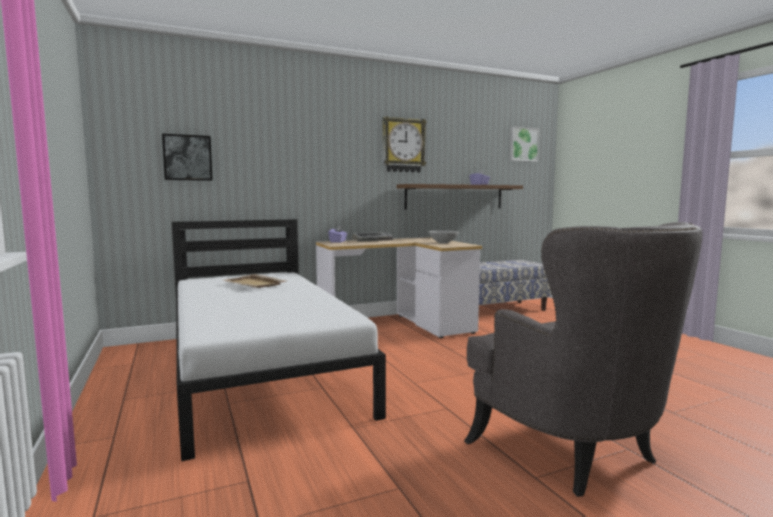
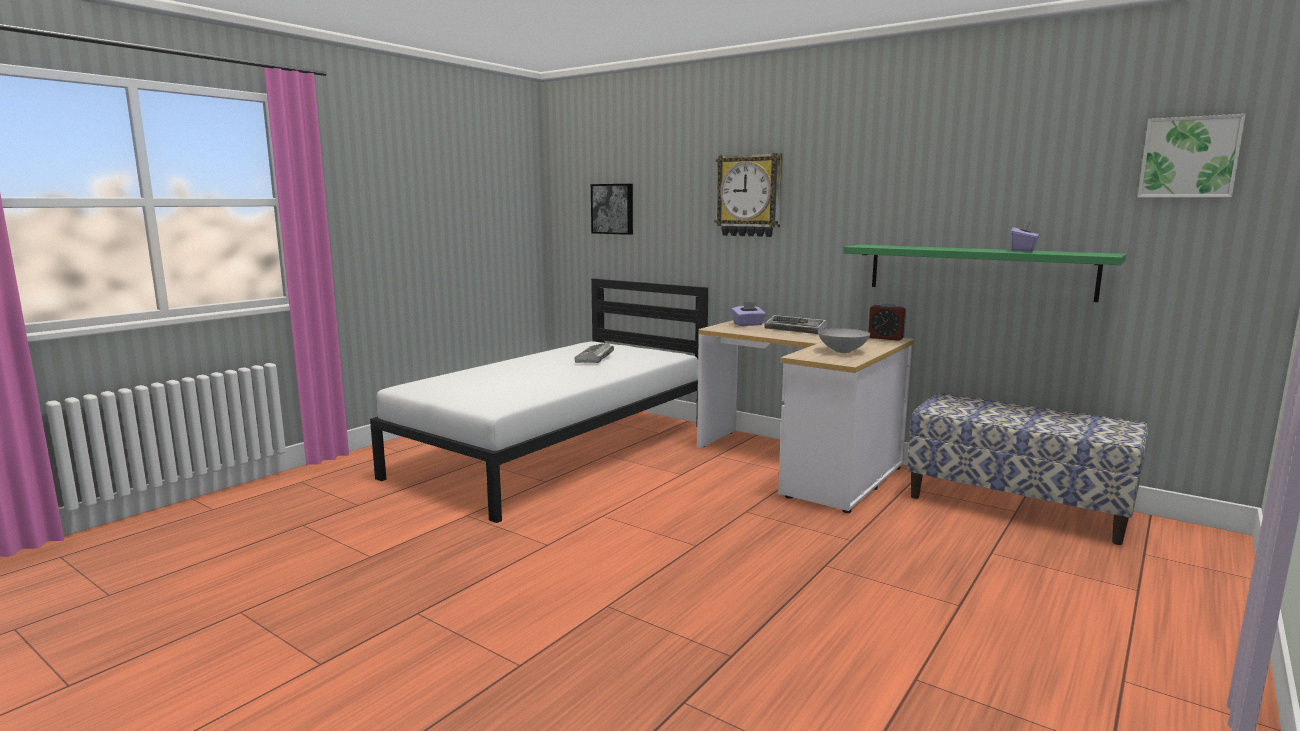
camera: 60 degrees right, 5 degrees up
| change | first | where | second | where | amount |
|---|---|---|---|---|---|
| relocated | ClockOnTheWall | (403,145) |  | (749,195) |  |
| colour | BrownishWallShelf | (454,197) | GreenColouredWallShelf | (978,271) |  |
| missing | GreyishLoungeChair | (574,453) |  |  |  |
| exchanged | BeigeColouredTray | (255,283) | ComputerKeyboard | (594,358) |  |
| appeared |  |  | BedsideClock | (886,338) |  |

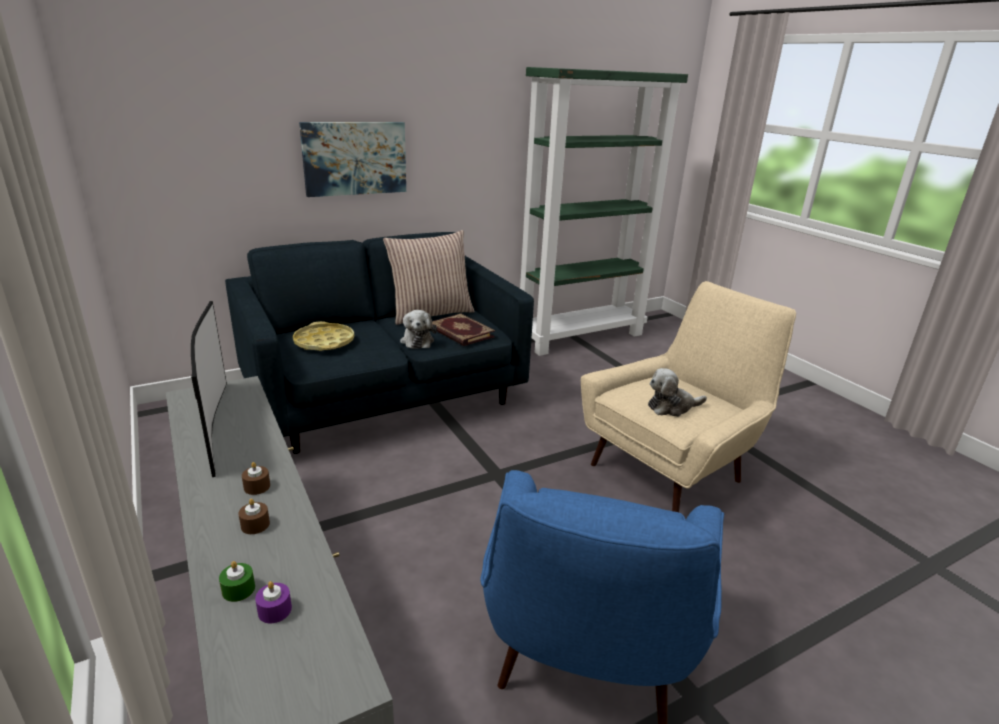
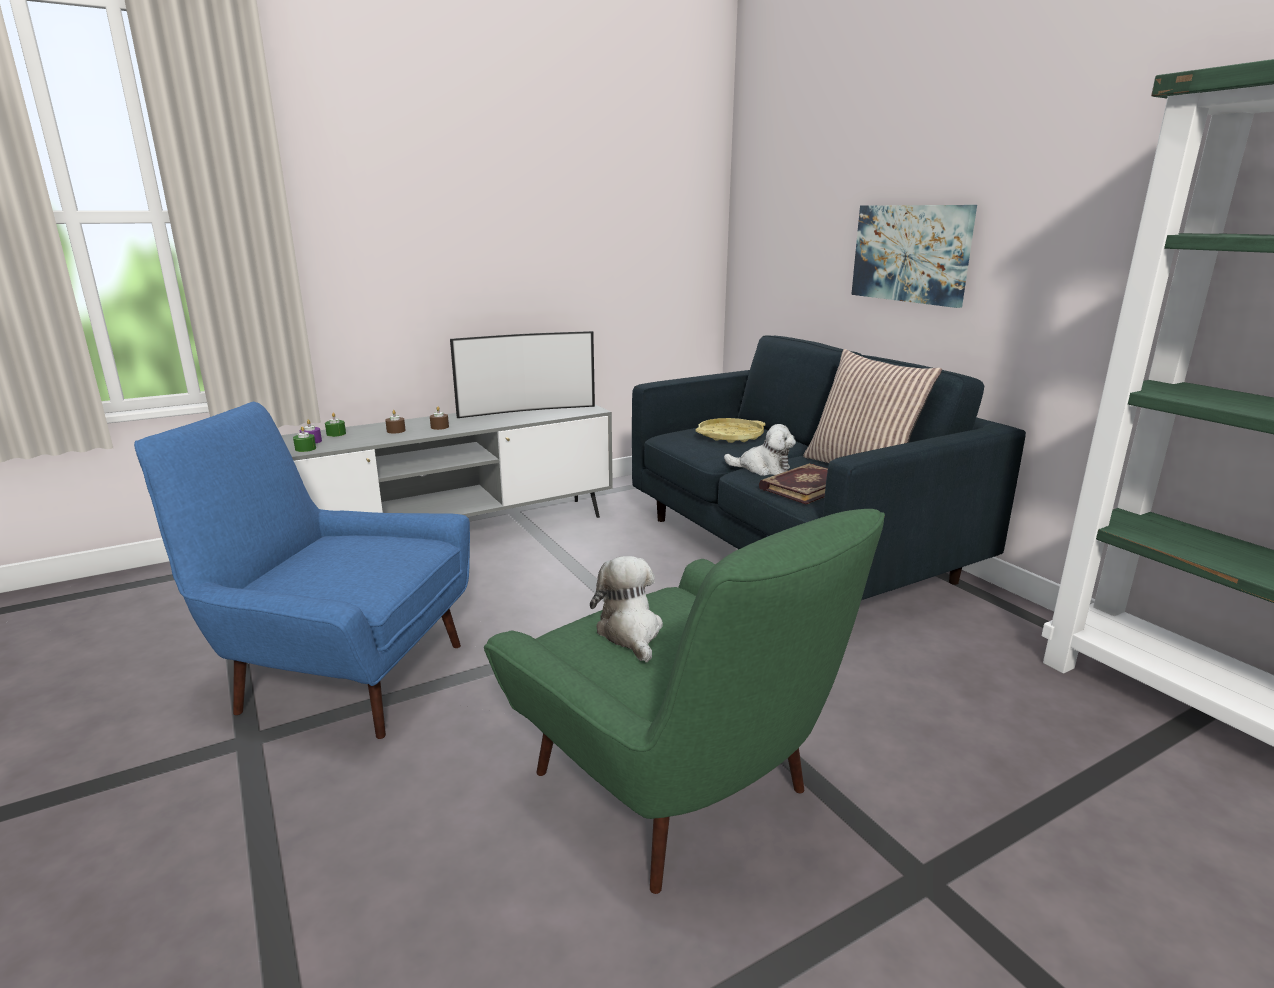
camera: 90 degrees right, 5 degrees down
| change | first | where | second | where | amount |
|---|---|---|---|---|---|
| colour | BeigeColouredLoungeChair | (671,469) | GreenColouredLoungeChair | (680,792) |  |
| spun | CuddlyToy | (417,340) |  | (763,468) | 150 degrees counterclockwise |
| appeared |  |  | GreenColouredWaxLight | (305,449) |  |

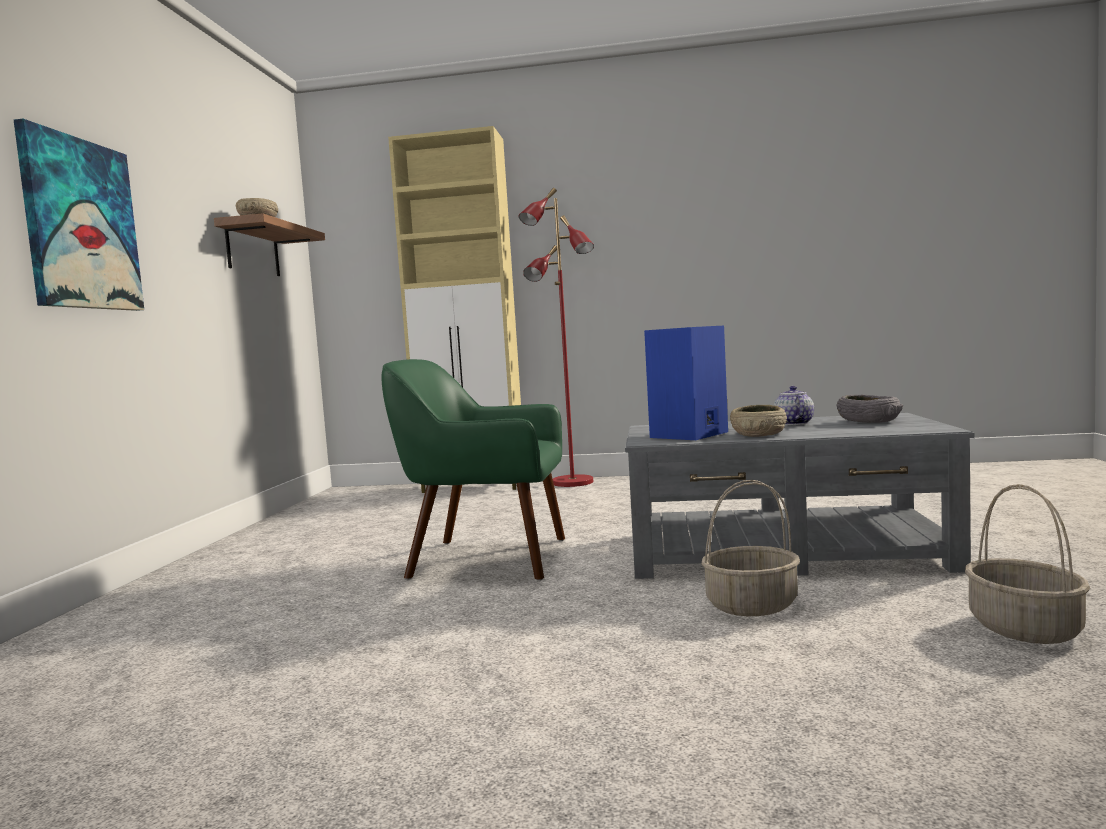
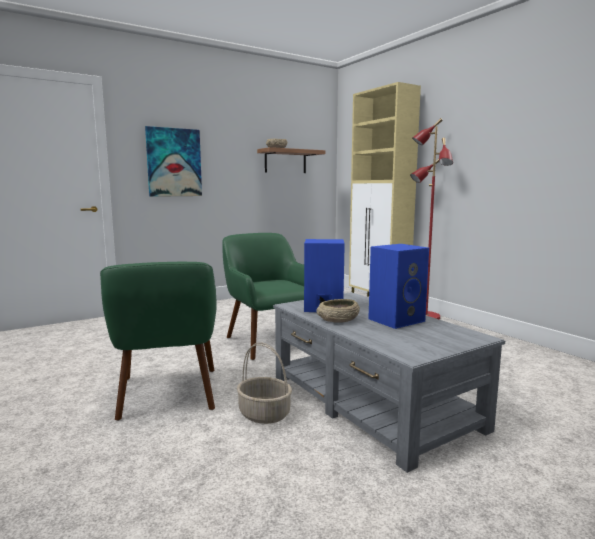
camera: 50 degrees right, 5 degrees up
| change | first | where | second | where | amount |
|---|---|---|---|---|---|
| exchanged | PotForTea | (793,423) | BlueColouredAudioSpeaker | (396,319) |  |
| missing | GreyishDeepDish | (869,421) |  |  |  |
| missing | StorageBasket | (1022,628) |  |  |  |
| appeared |  |  | GreenColouredLoungeChair | (168,394) |  |

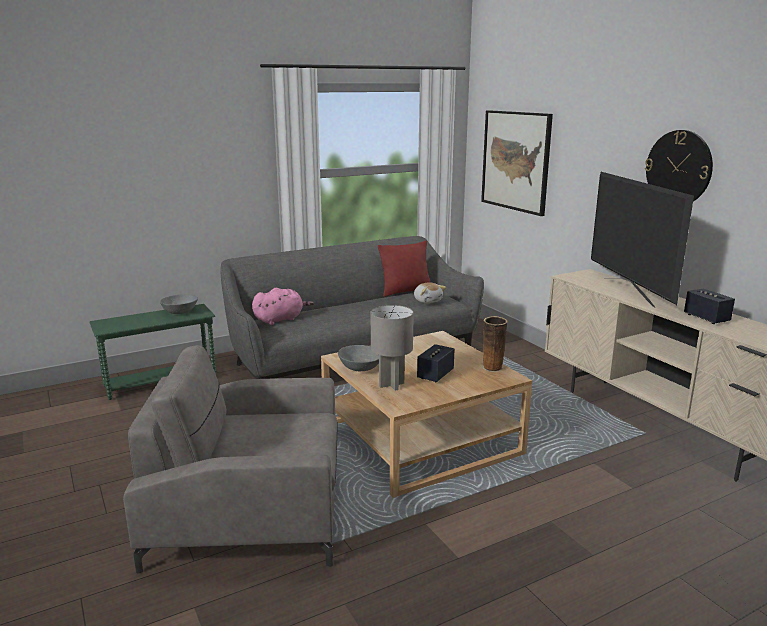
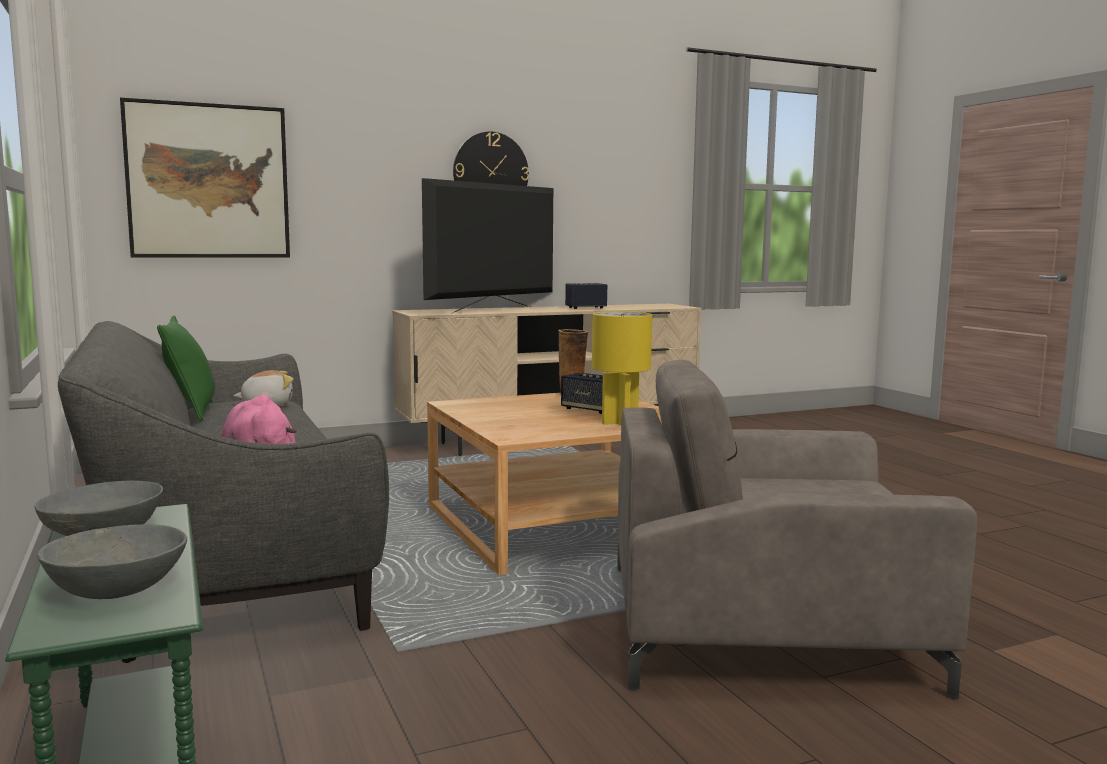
camera: 85 degrees left, 10 degrees down
| change | first | where | second | where | amount |
|---|---|---|---|---|---|
| spun | TvSet | (628,292) |  | (494,310) | 135 degrees clockwise |
| colour | ReddishPillow | (405,291) | GreenColouredPillow | (191,412) |  |
| colour | GreyishLampForATable | (391,385) | YellowColouredLampForATable | (620,423) |  |
| spun | GreyishLoungeChair | (249,510) |  | (763,624) | 90 degrees clockwise |
| relocated | GreyishDeepDish | (360,368) |  | (118,590) |  |

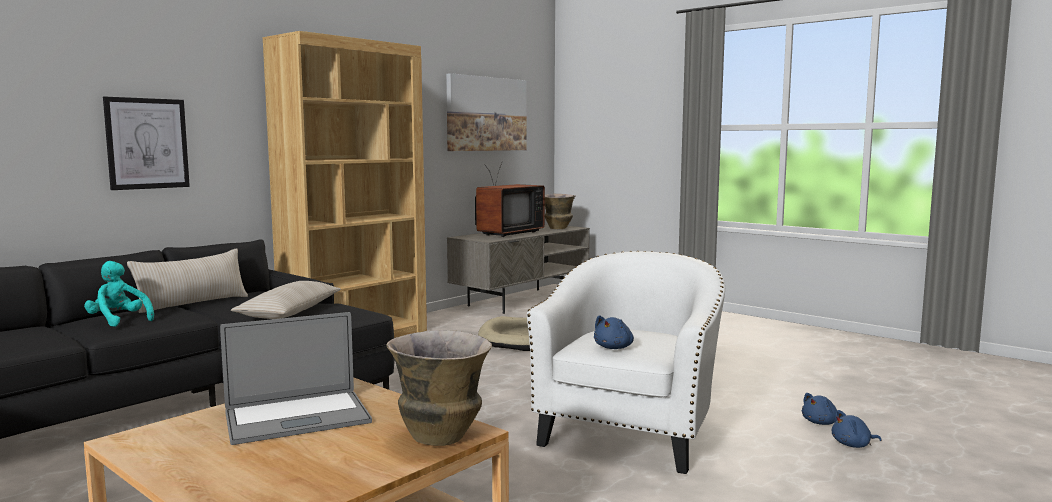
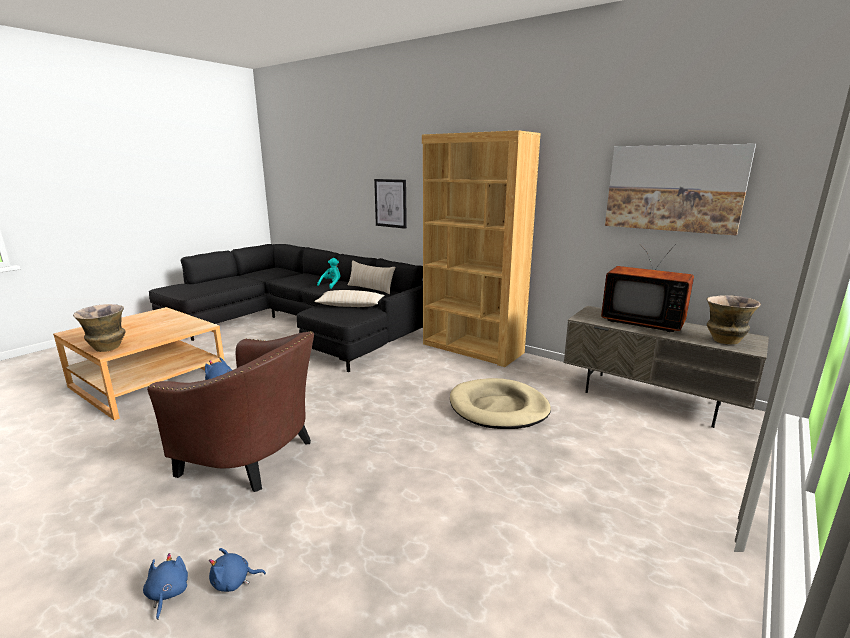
camera: 85 degrees right, 10 degrees up
| change | first | where | second | where | amount |
|---|---|---|---|---|---|
| colour | WhitishLoungeChair | (631,434) | BrownishLoungeChair | (255,457) |  |
| missing | Laptop | (297,418) |  |  |  |
| spun | BlueColouredCuddlyToy | (821,422) |  | (234,582) | 60 degrees counterclockwise |

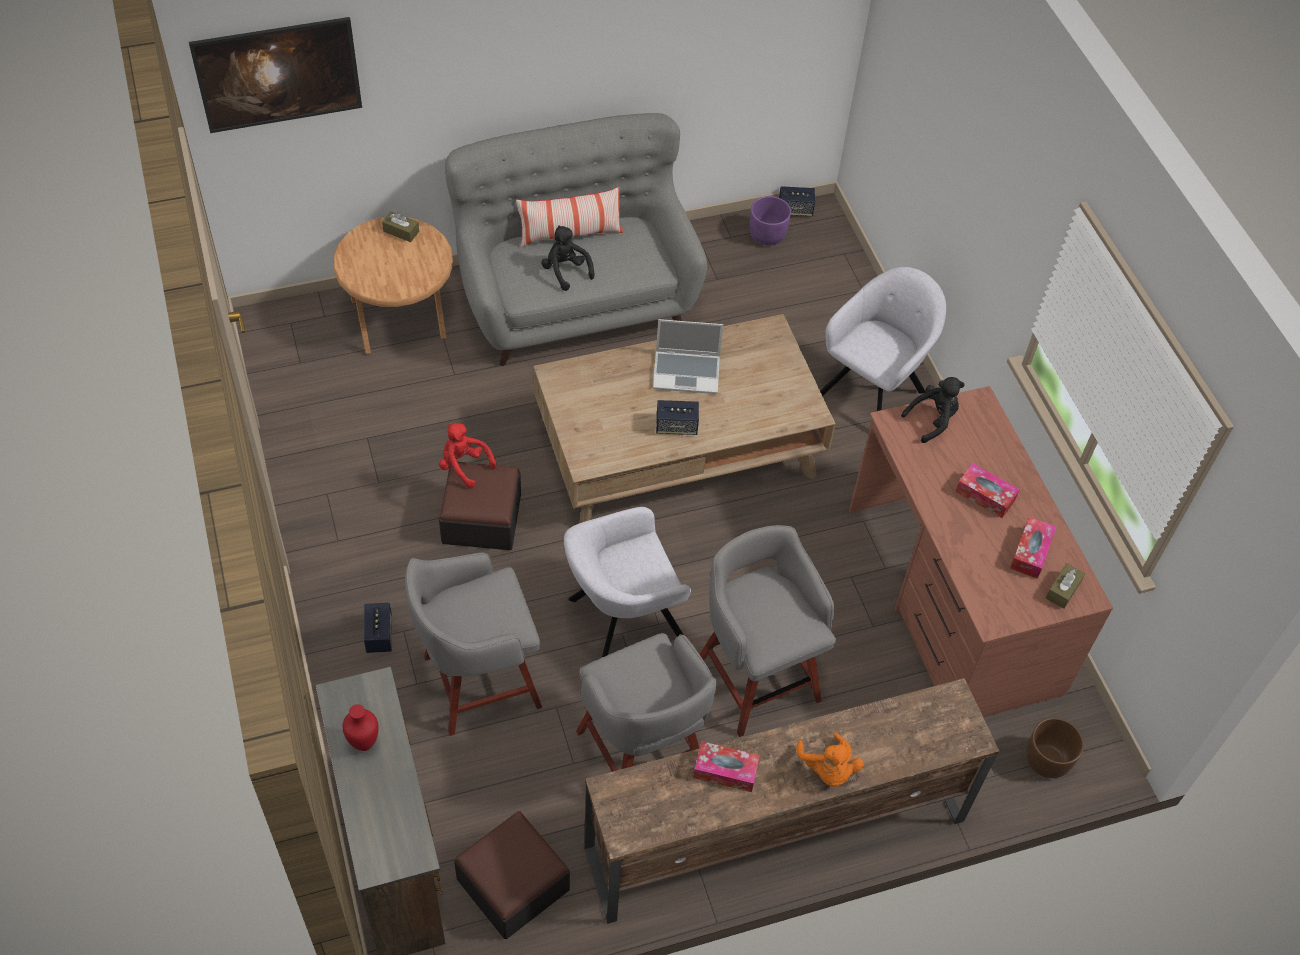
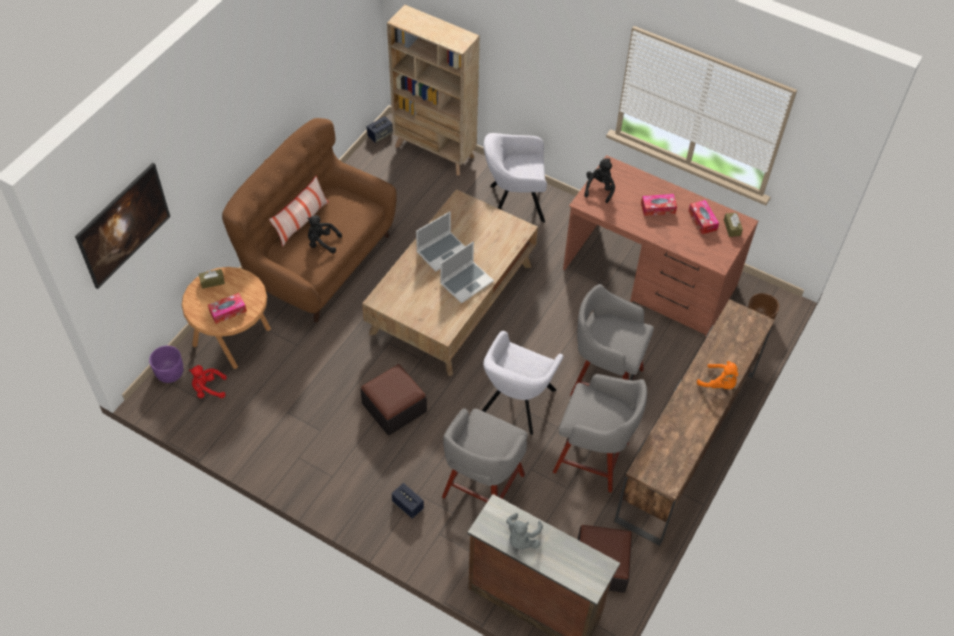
camera: 40 degrees left, 0 degrees up
| change | first | where | second | where | amount |
|---|---|---|---|---|---|
| colour | GreyishSettee | (576,300) | BrownishSettee | (318,259) |  |
| relocated | PurpleColouredFlowerPot | (767,235) |  | (170,373) |  |
| spun | GreyishLoungeChair | (873,391) |  | (514,203) | 90 degrees counterclockwise |
| exchanged | AudioSpeaker | (676,426) | Laptop | (466,282) |  |
| relocated | ReddishCuddlyToy | (464,466) |  | (208,389) |  |
| exchanged | ReddishFlowerVase | (363,743) | GreyishCuddlyToy | (522,539) |  |
| relocated | TissueHolder | (725,771) |  | (228,311) |  |
| appeared |  |  | BeigeColouredBookshelf | (435,152) |  |

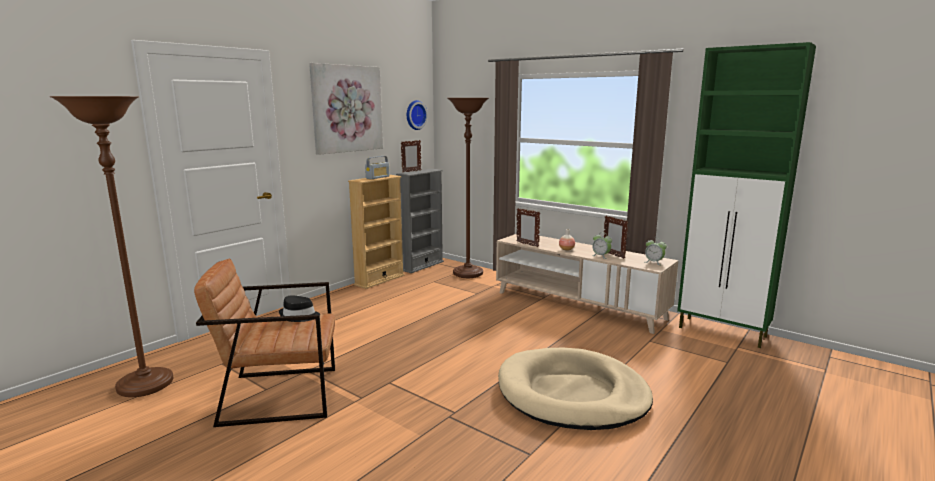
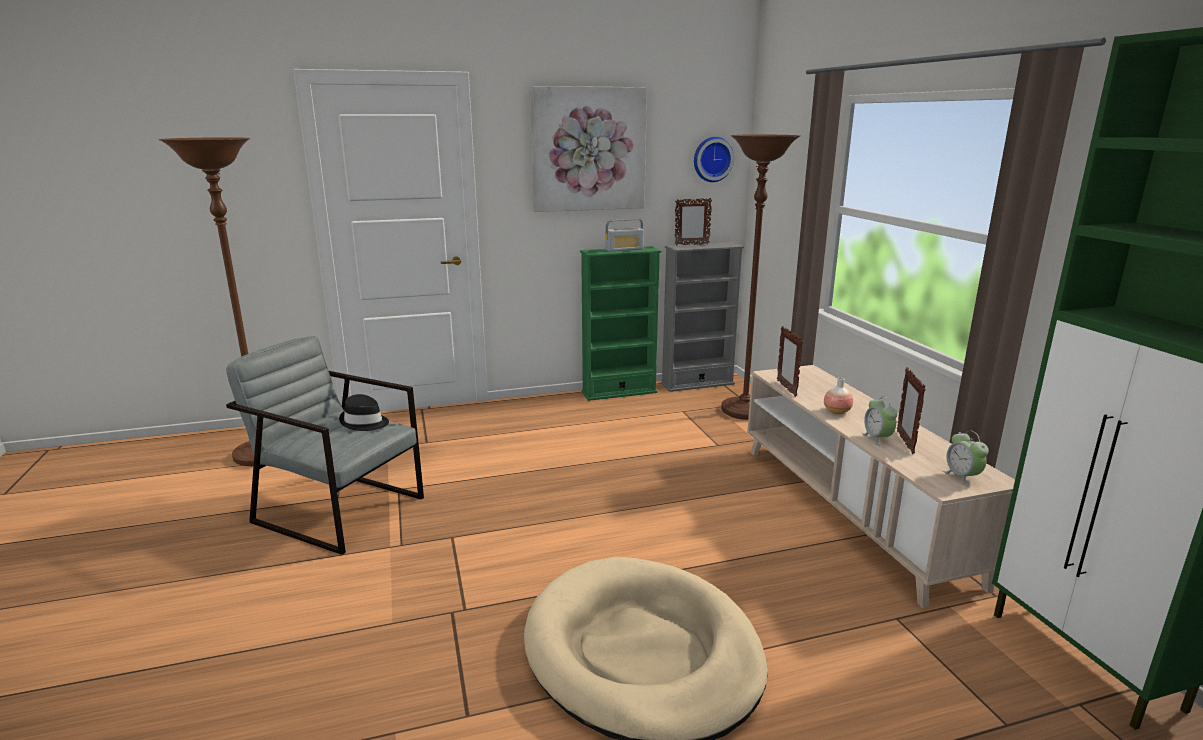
camera: 35 degrees right, 5 degrees up
| change | first | where | second | where | amount |
|---|---|---|---|---|---|
| colour | BeigeColouredBookshelf | (379,280) | GreenColouredBookshelf | (619,392) |  |
| colour | BrownishLoungeChair | (280,395) | GreyishLoungeChair | (340,509) |  |

